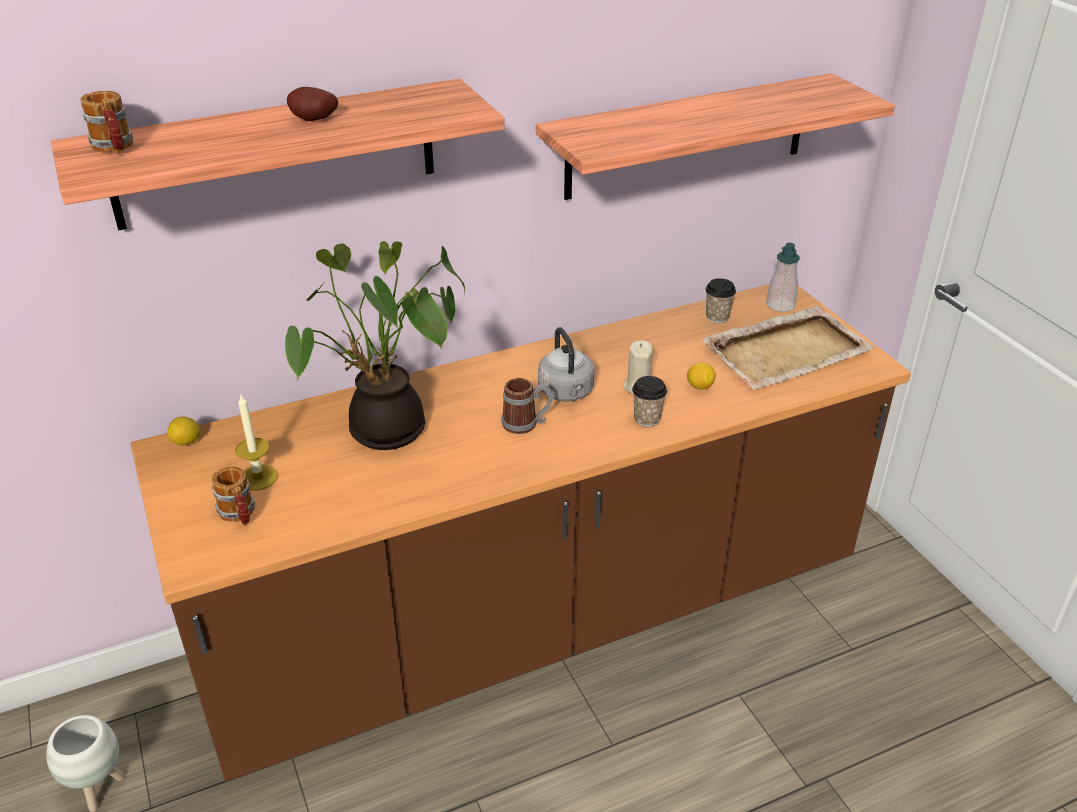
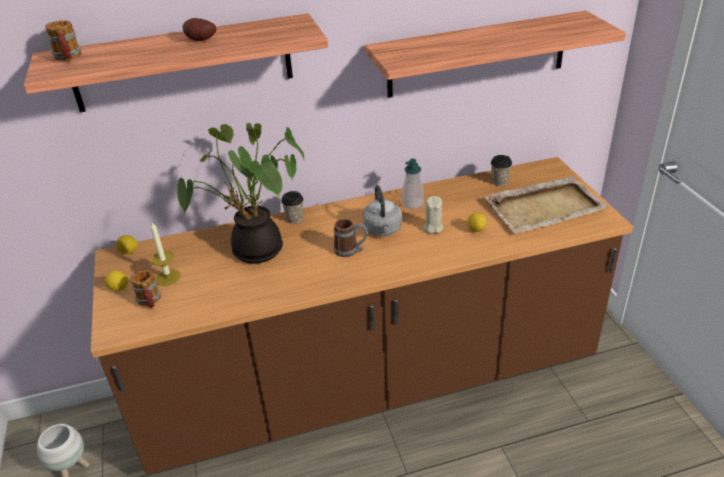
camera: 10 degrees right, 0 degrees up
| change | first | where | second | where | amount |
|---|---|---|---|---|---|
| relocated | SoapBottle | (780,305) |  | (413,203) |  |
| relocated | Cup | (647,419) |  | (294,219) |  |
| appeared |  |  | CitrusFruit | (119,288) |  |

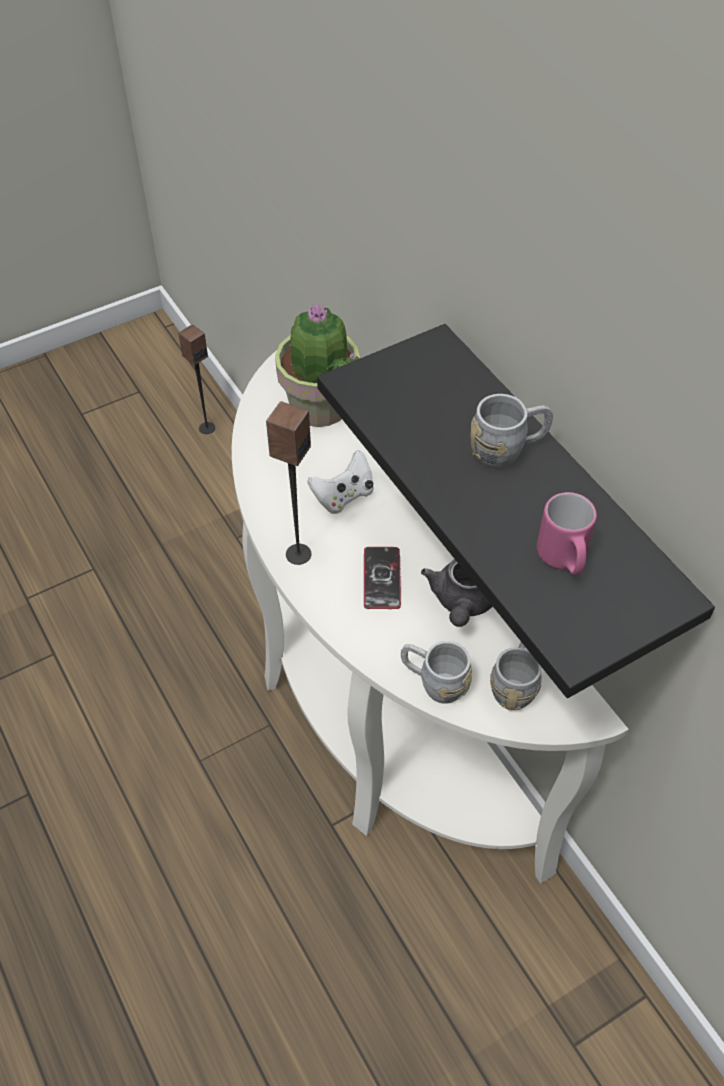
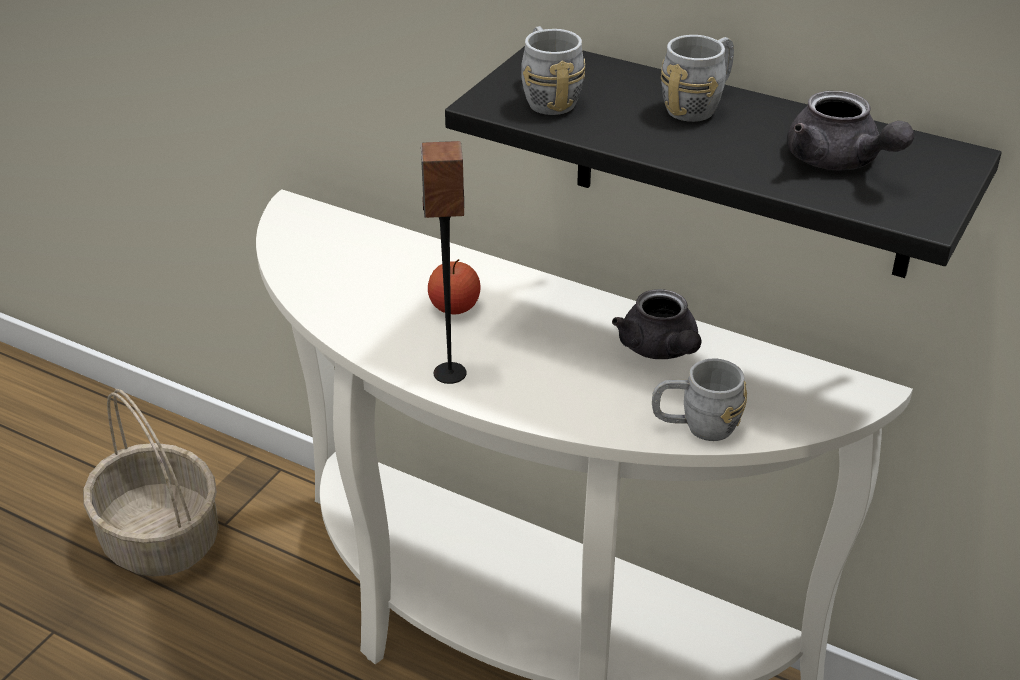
camera: 30 degrees left, 15 degrees down
| change | first | where | second | where | amount |
|---|---|---|---|---|---|
| missing | Houseplant | (319,407) |  |  |  |
| missing | AudioSpeaker | (206,428) |  |  |  |
| exchanged | WhitishGameController | (343,496) | WholeApple | (454,307) |  |
| exchanged | PinkTeaMug | (564,560) | GreyishPotForTea | (839,162) |  |
| missing | Handset | (382,578) |  |  |  |
| relocated | GreyishTeaMug | (514,684) |  | (547,97) |  |
| appeared |  |  | StorageBasket | (162,540) |  |

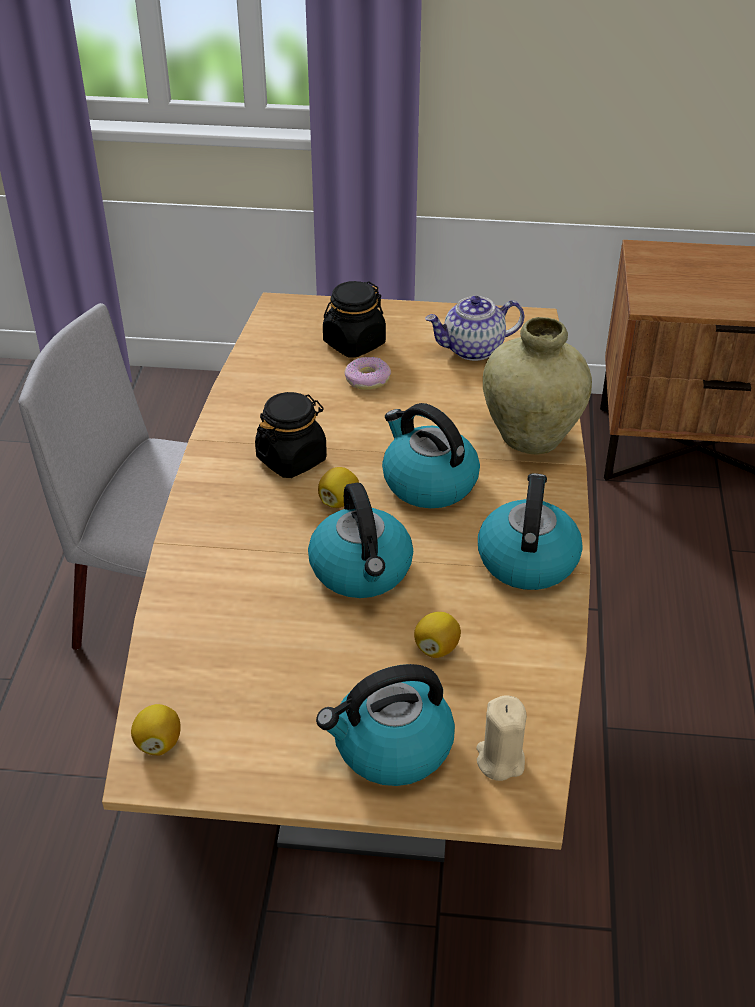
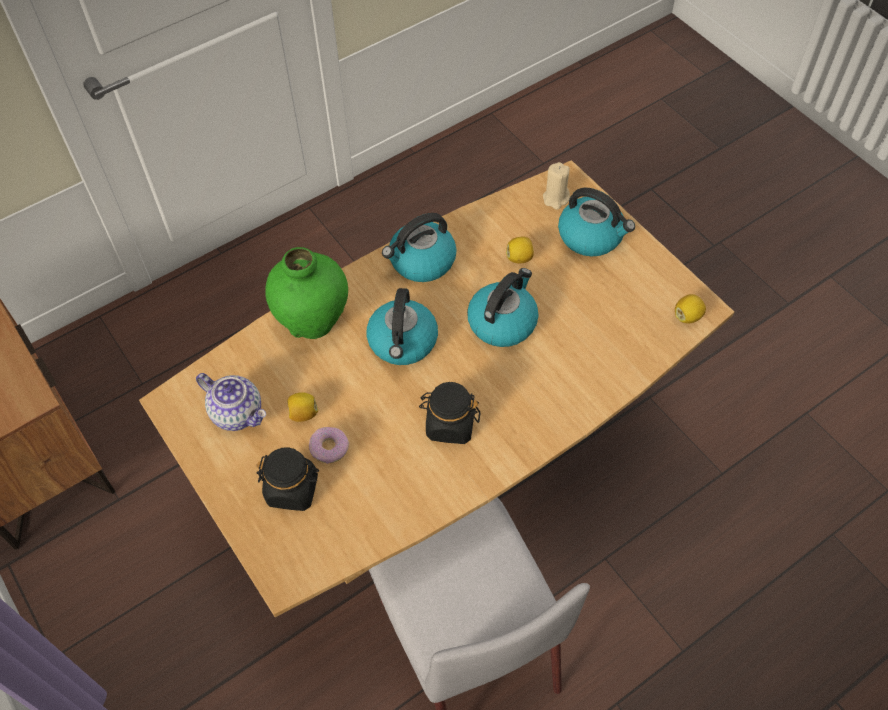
camera: 130 degrees left, 15 degrees up
| change | first | where | second | where | amount |
|---|---|---|---|---|---|
| colour | BeigeColouredFlowerVase | (530,438) | GreenColouredFlowerVase | (313,321) |  |
| relocated | CitrusFruit | (339,501) |  | (303,413) |  |

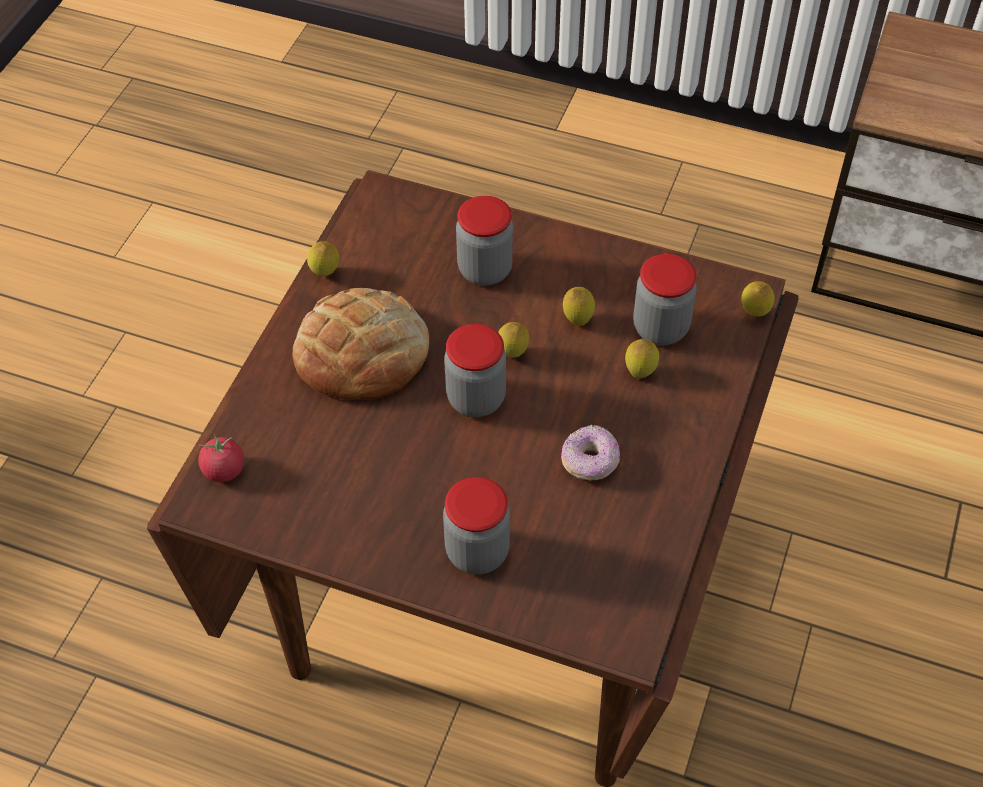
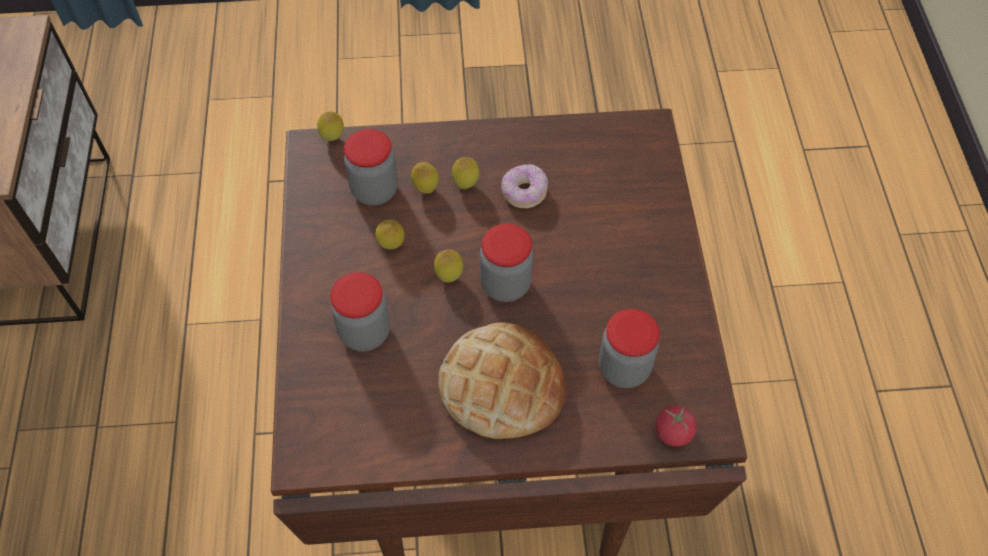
camera: 115 degrees left, 5 degrees up
| change | first | where | second | where | amount |
|---|---|---|---|---|---|
| relocated | CitrusFruit | (325,274) |  | (466,184) |  |
| relocated | Jar | (477,552) |  | (624,368) |  |

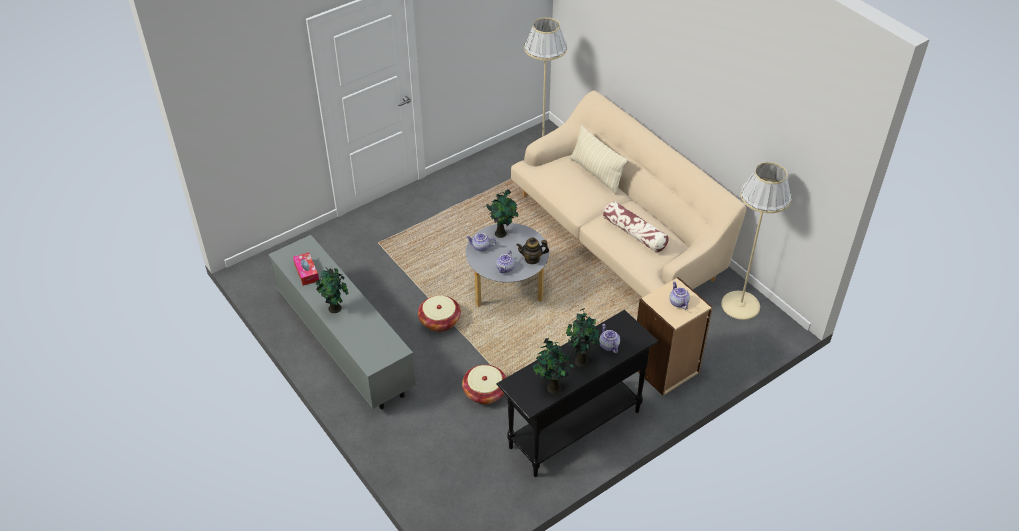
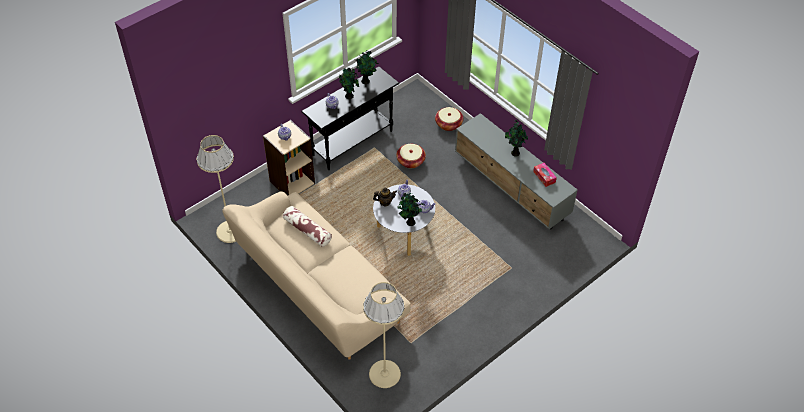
camera: 175 degrees right, 5 degrees up
| change | first | where | second | where | amount |
|---|---|---|---|---|---|
| missing | BeigeColouredPillow | (596,174) |  |  |  |
| relocated | StorageBasket | (439,321) |  | (448,124) |  |

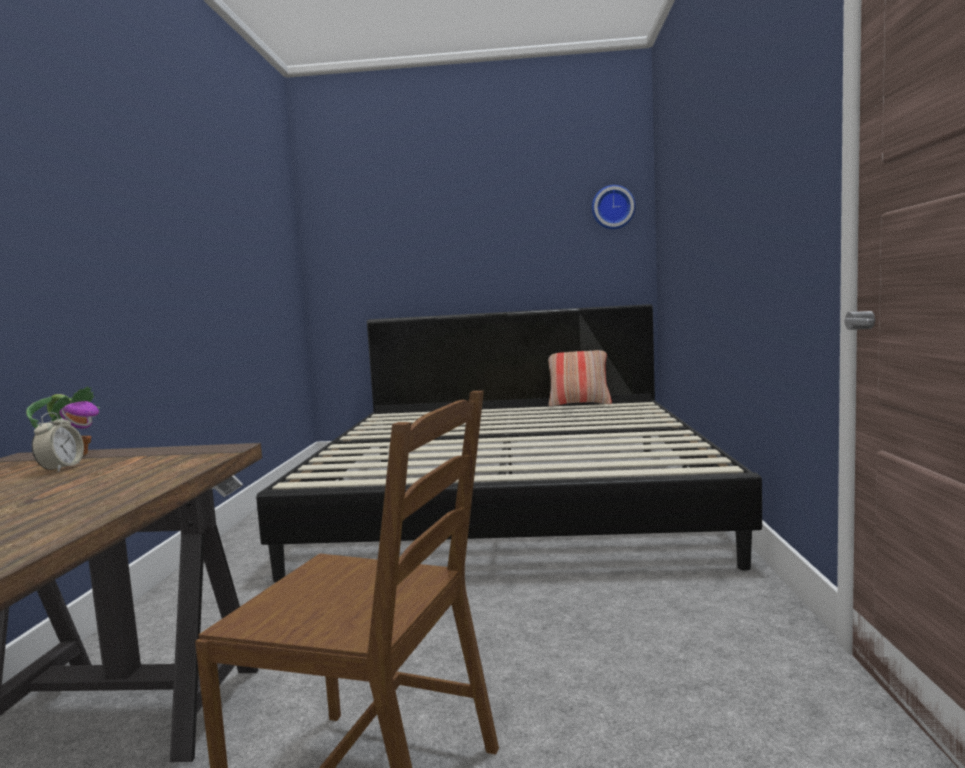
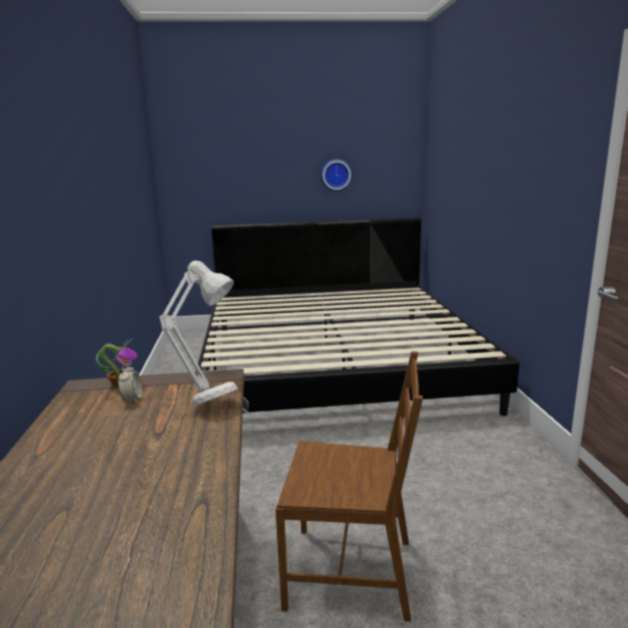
camera: 10 degrees left, 10 degrees up
| change | first | where | second | where | amount |
|---|---|---|---|---|---|
| relocated | ClockOnTheWall | (613,207) |  | (336,175) |  |
| missing | Pillow | (579,404) |  |  |  |
| appeared |  |  | GreyishLampForATable | (209,390) |  |

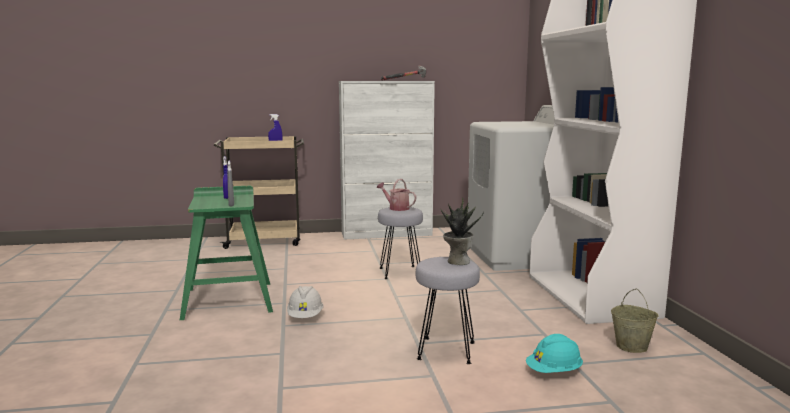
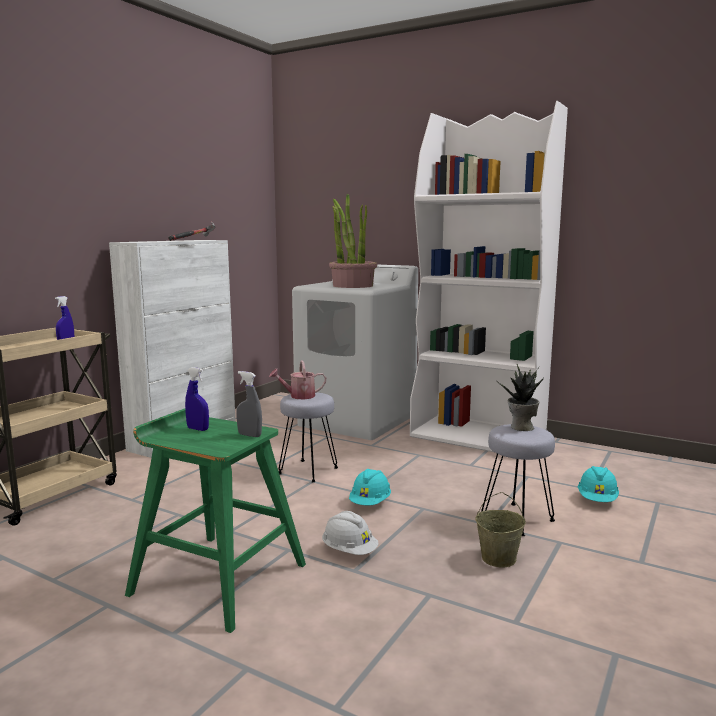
camera: 50 degrees left, 0 degrees up
| change | first | where | second | where | amount |
|---|---|---|---|---|---|
| relocated | BeigeColouredWaterBucket | (632,346) |  | (499,558) |  |
| appeared |  |  | Houseplant | (352,286) |  |
| appeared |  |  | TurquoiseSafetyHelmet | (370,503) |  |

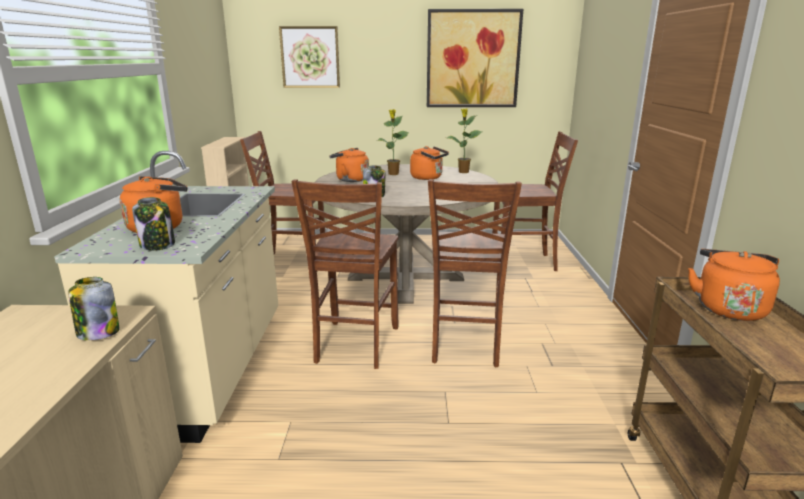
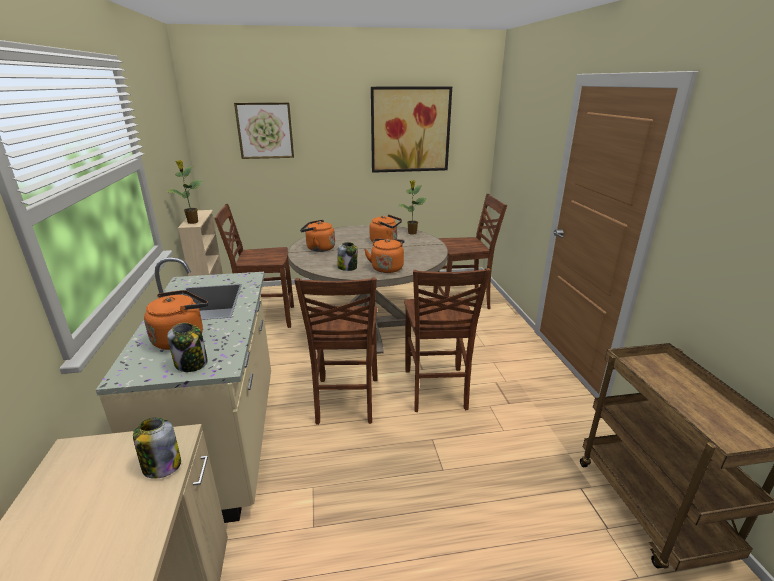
camera: 10 degrees left, 5 degrees up
| change | first | where | second | where | amount |
|---|---|---|---|---|---|
| relocated | Houseplant | (393,174) |  | (192,222) |  |
| relocated | OrangeyWaterKettle | (728,308) |  | (387,268) |  |

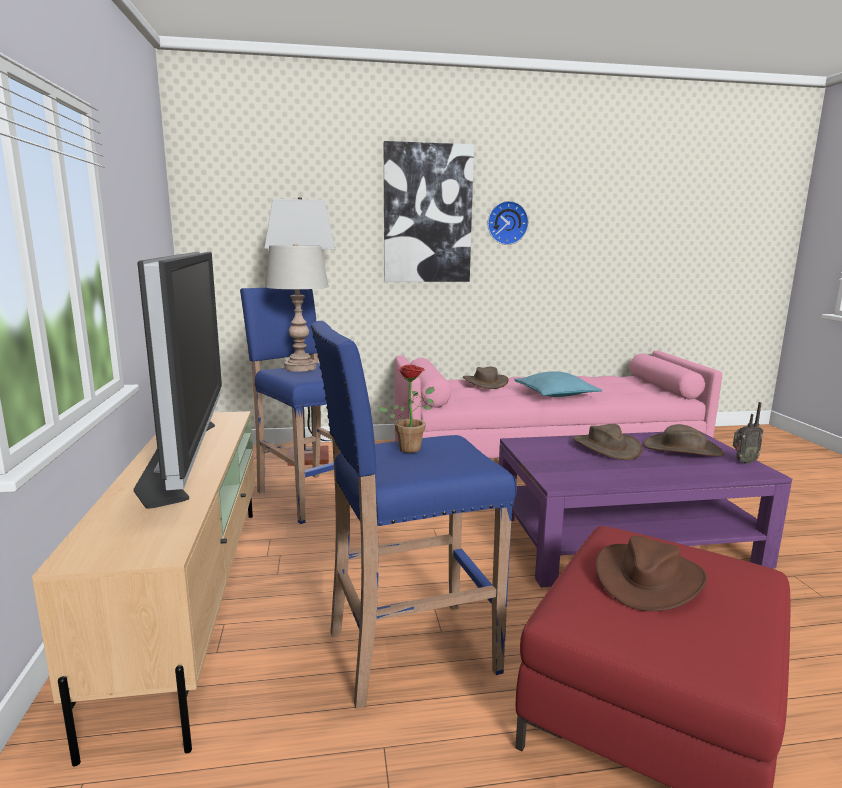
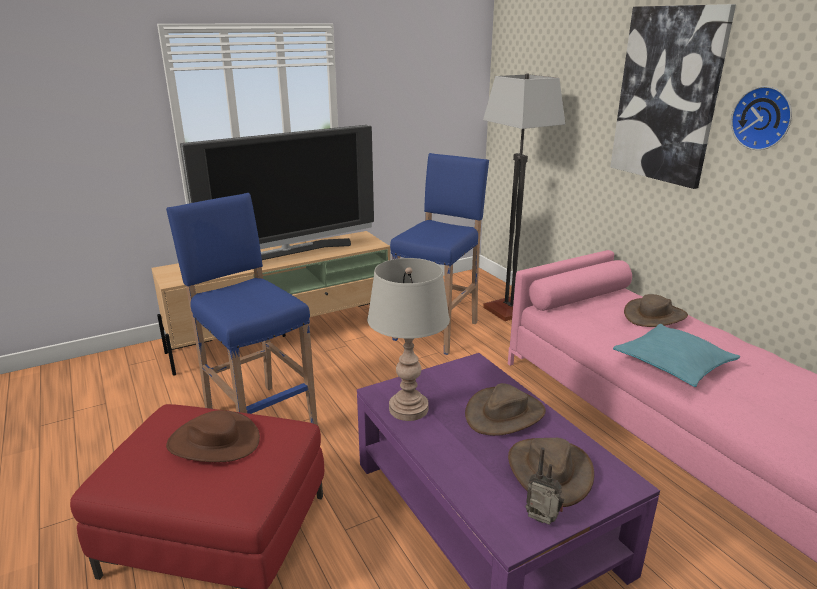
camera: 70 degrees right, 10 degrees up
| change | first | where | second | where | amount |
|---|---|---|---|---|---|
| relocated | GreyishLampForATable | (300,368) |  | (408,409) |  |
| missing | Houseplant | (411,447) |  |  |  |
| spun | RadioReceiver | (743,462) |  | (541,523) | 150 degrees clockwise |

